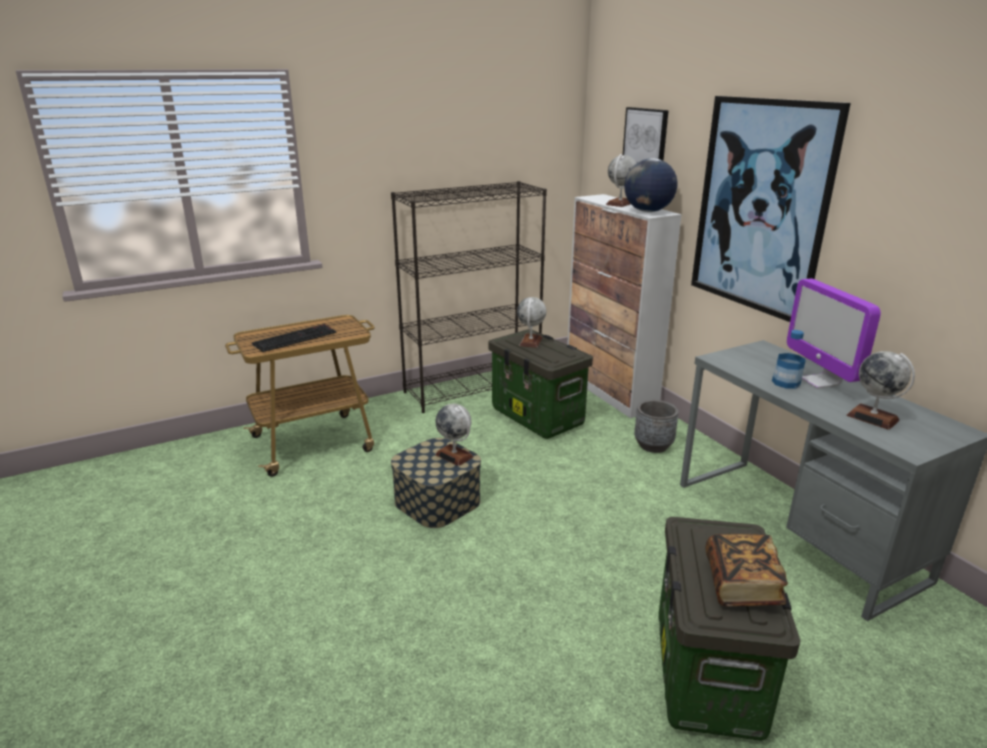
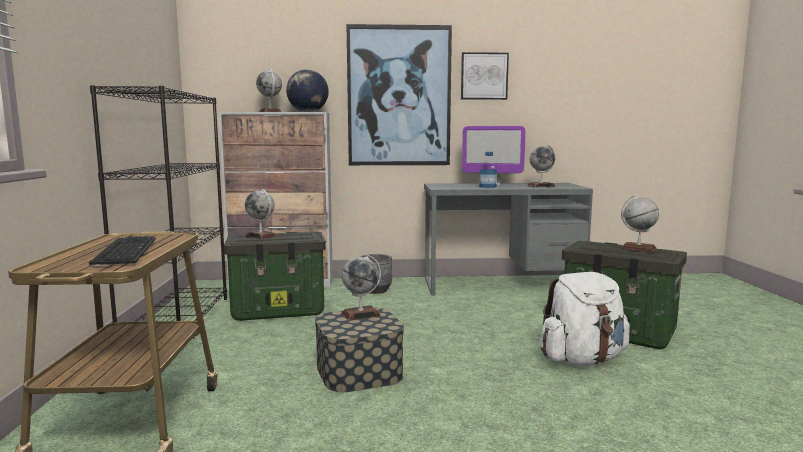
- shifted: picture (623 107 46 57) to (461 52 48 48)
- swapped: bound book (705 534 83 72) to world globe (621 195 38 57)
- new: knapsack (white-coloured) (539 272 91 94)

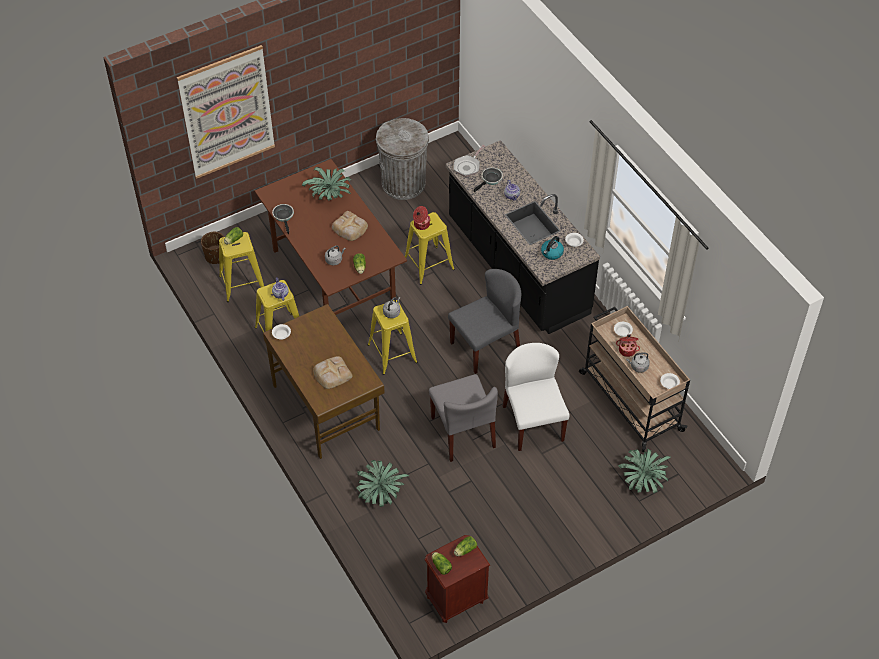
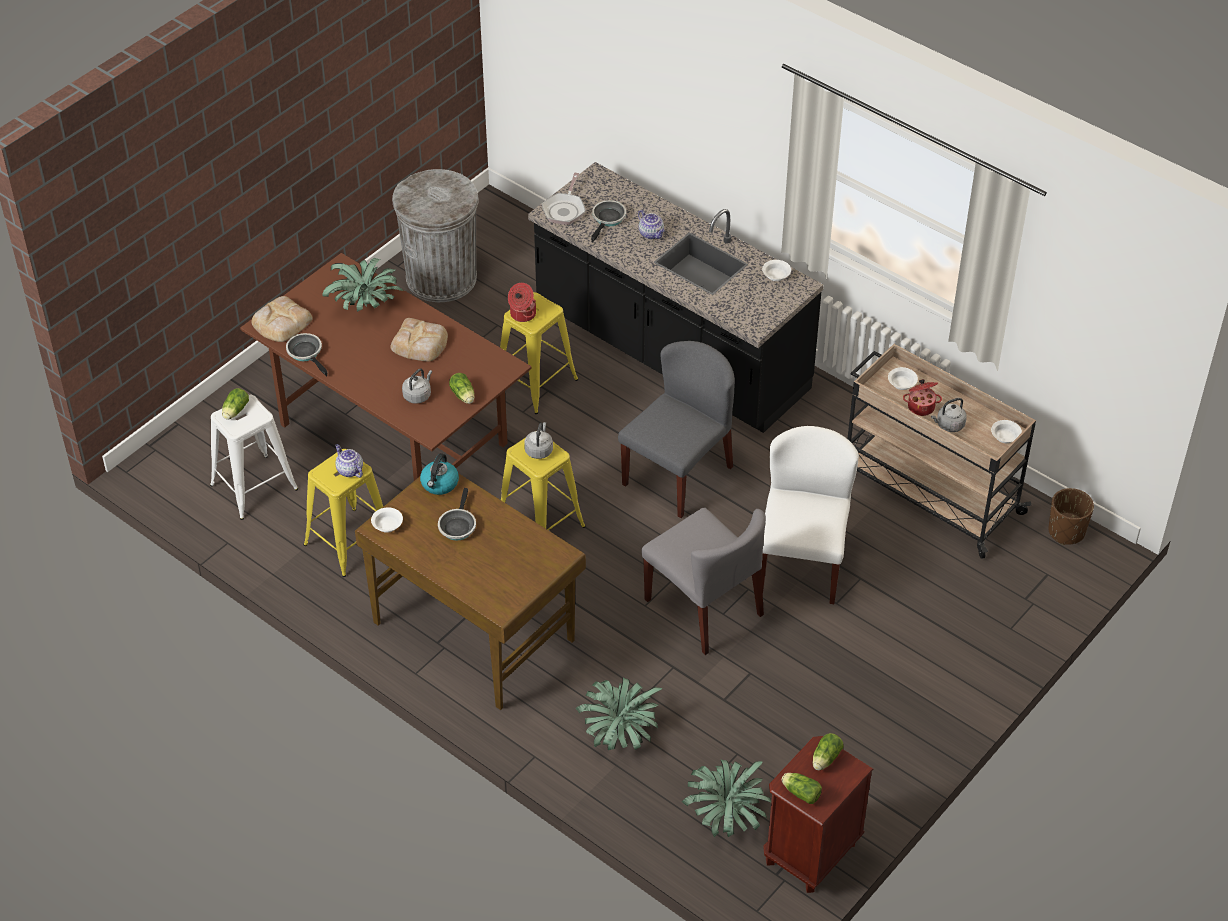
- gone: picture (177 45 98 134)
- shifted: flower pot (brownish) (201 232 23 32) to (1048 488 46 57)
- repainted: stool (yellow) (219 232 45 70) to stool (white-coloured) (210 395 88 125)
- shifted: water kettle (541 236 23 24) to (420 453 39 42)
- rotated: upright chair (white-coloured) (503 343 67 108) = (761 426 98 178) 45 degrees clockwise
- shifted: baked bread (313 356 40 33) to (252 296 61 46)
- shifted: houseplant (618 449 53 44) to (682 759 89 78)
- new: pan (438 488 38 53)

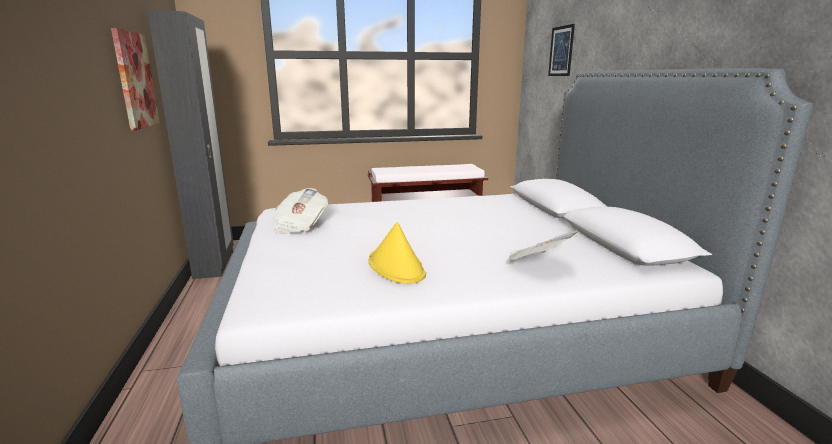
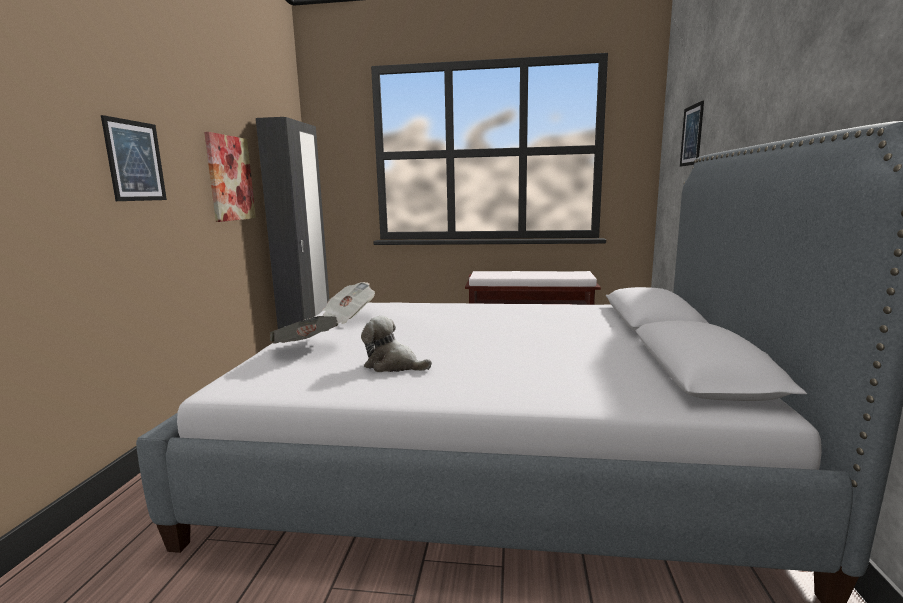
- swapped: hat (yellow) (368 222 58 62) to cuddly toy (361 316 71 56)
- shifted: daily paper (506 230 73 32) to (270 316 68 27)
- new: picture (101 115 66 86)

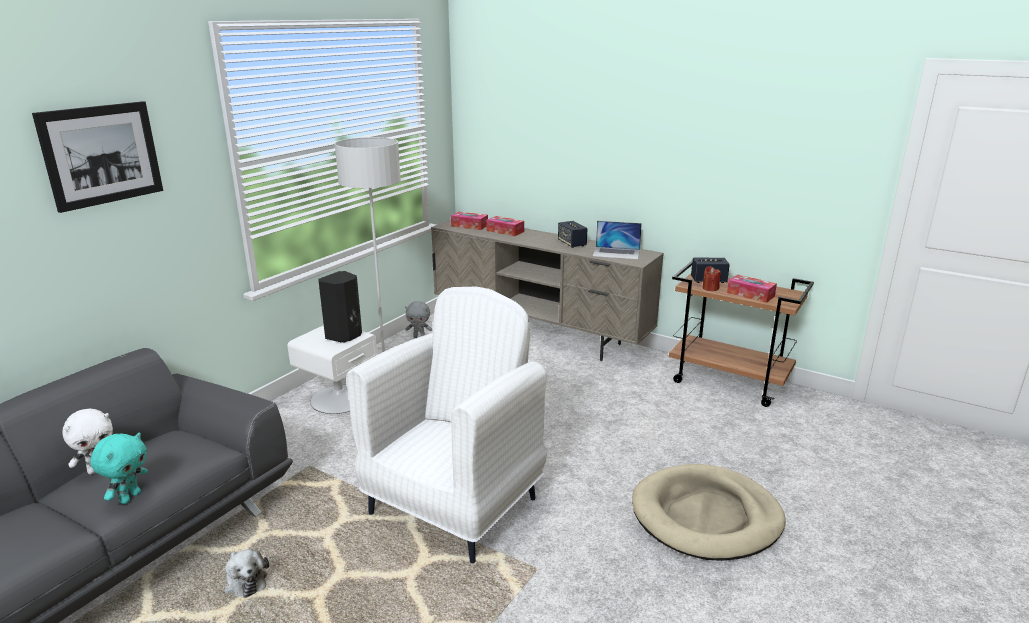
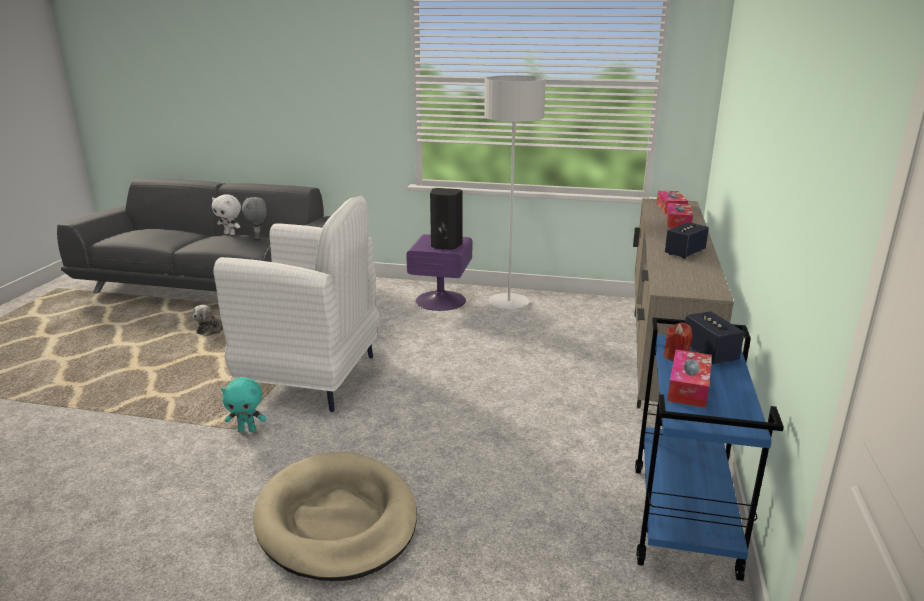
- gone: picture (32 101 131 112)
- gone: notebook computer (593 221 49 39)
- repainted: cart (brownish) (669 261 145 146) to cart (blue) (635 317 149 264)
- shifted: cuddly toy (grey) (405 301 27 37) to (242 197 25 42)
- repainted: night table (white-coloured) (288 325 90 89) to night table (purple-coloured) (406 234 66 77)
- shifted: cuddly toy (blue-green) (90 432 58 72) to (221 377 45 56)

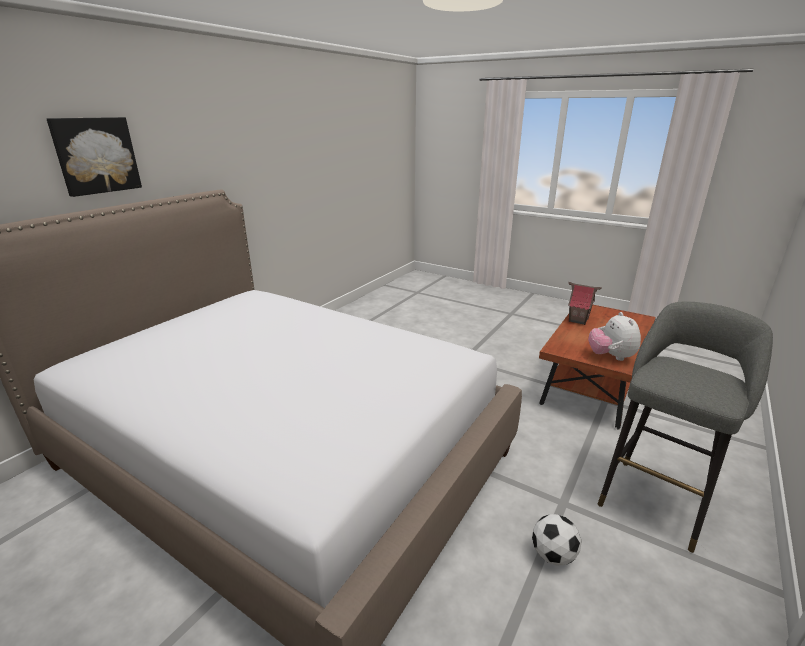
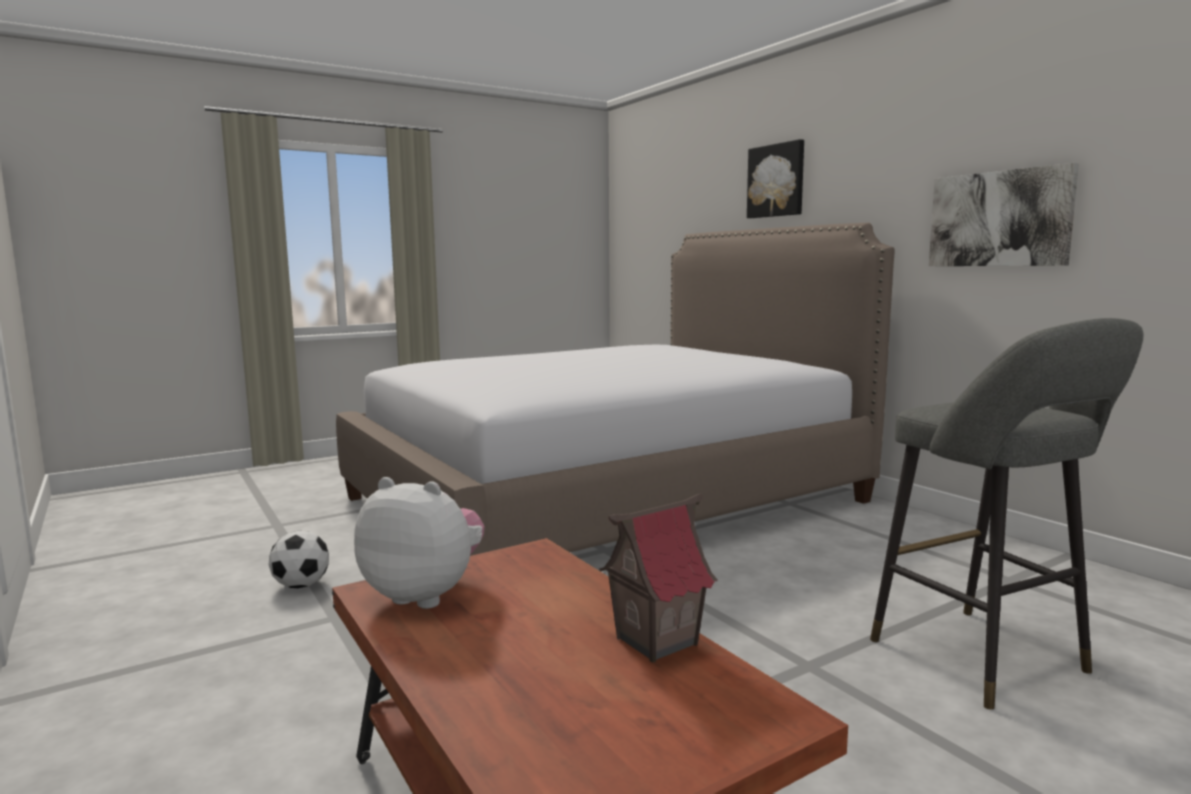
- shifted: stool (grey) (598 301 175 252) to (870 318 274 392)
- new: picture (929 163 150 103)

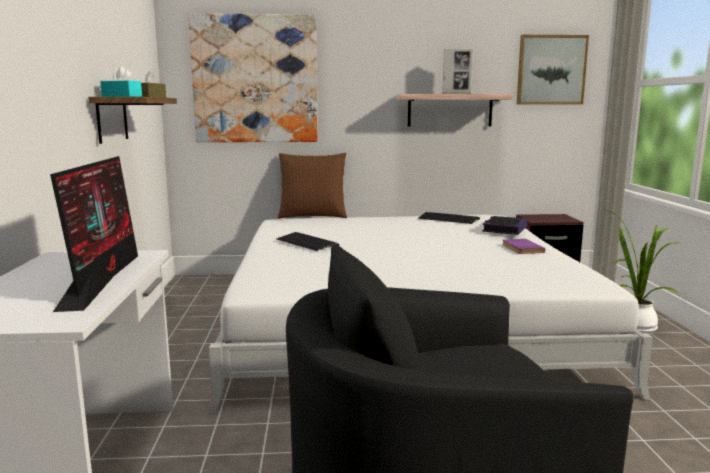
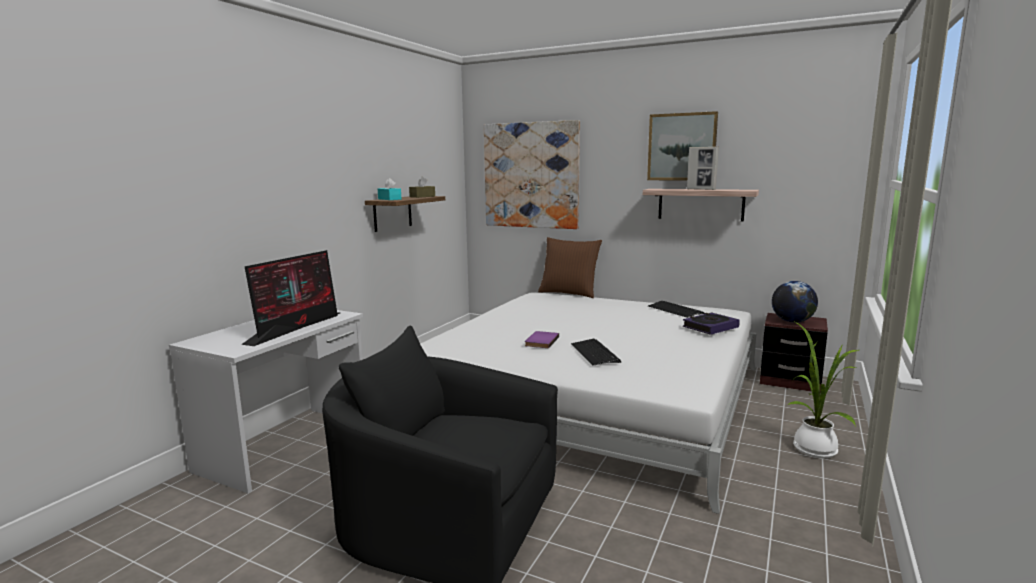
- shifted: picture (517 35 72 70) to (647 111 71 69)
- shifted: PC keyboard (276 232 63 19) to (571 339 50 27)
- shifted: bound book (purple-coloured) (502 239 43 15) to (525 331 34 17)
- new: world globe (772 281 46 42)

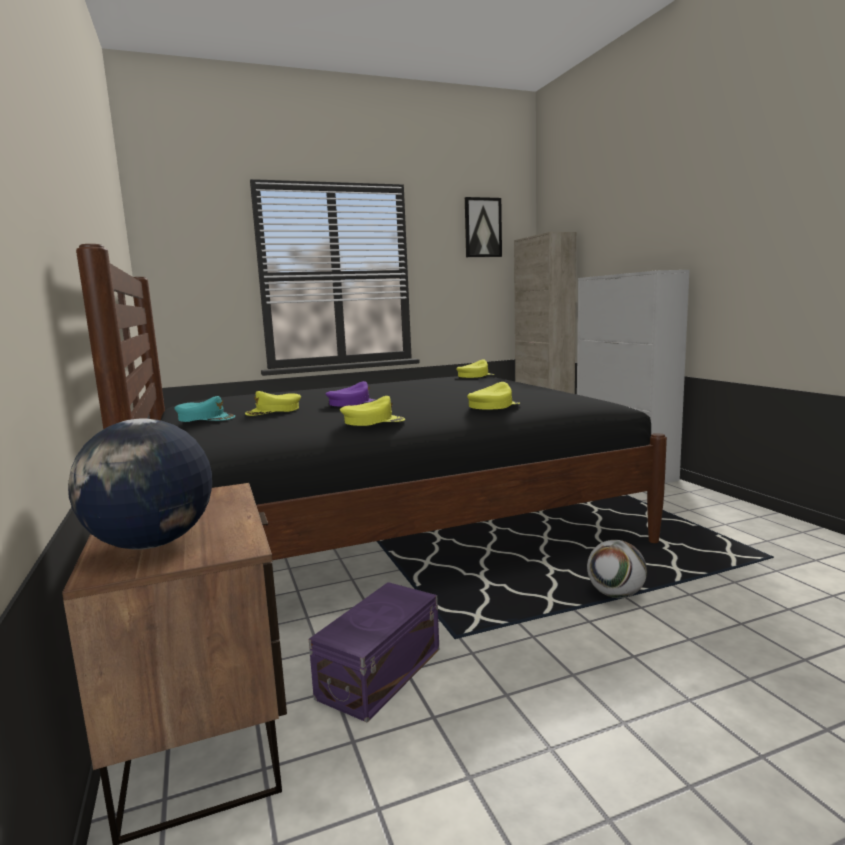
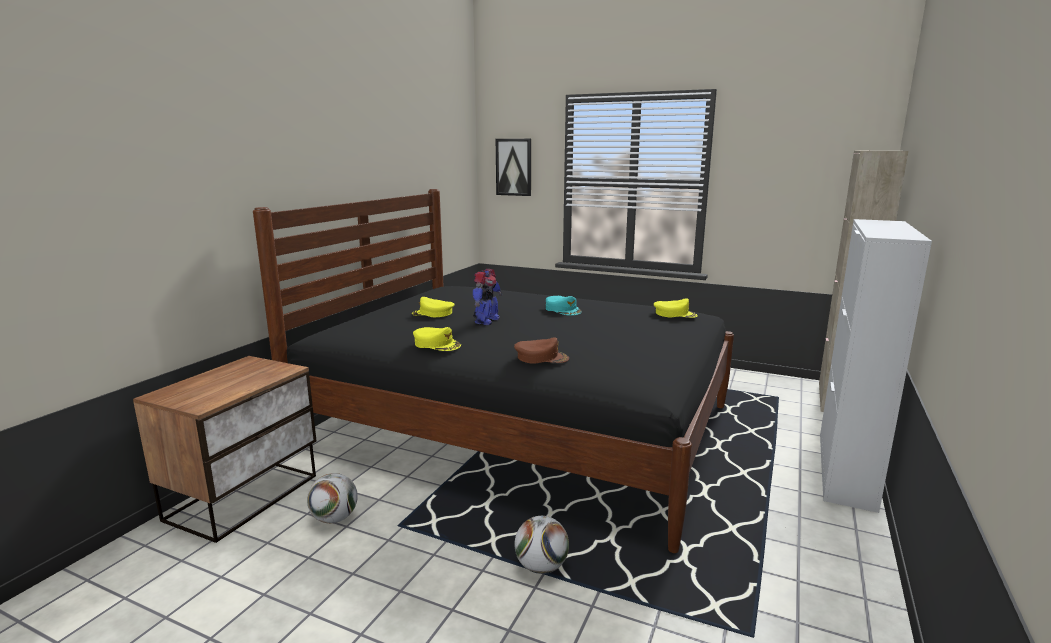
- shifted: picture (465 197 37 60) to (496 139 35 57)
- swapped: baseball cap (purple-coloured) (326 381 50 26) to model robot (473 269 29 56)
- repainted: baseball cap (yellow) (467 382 53 28) to baseball cap (brownish) (514 337 55 27)
- shifted: baseball cap (blue-green) (174 396 61 26) to (546 296 36 20)
- gone: world globe (68 418 144 132)
- swapped: storage container (purple-coloured) (309 582 130 140) to football ball (307 473 51 50)

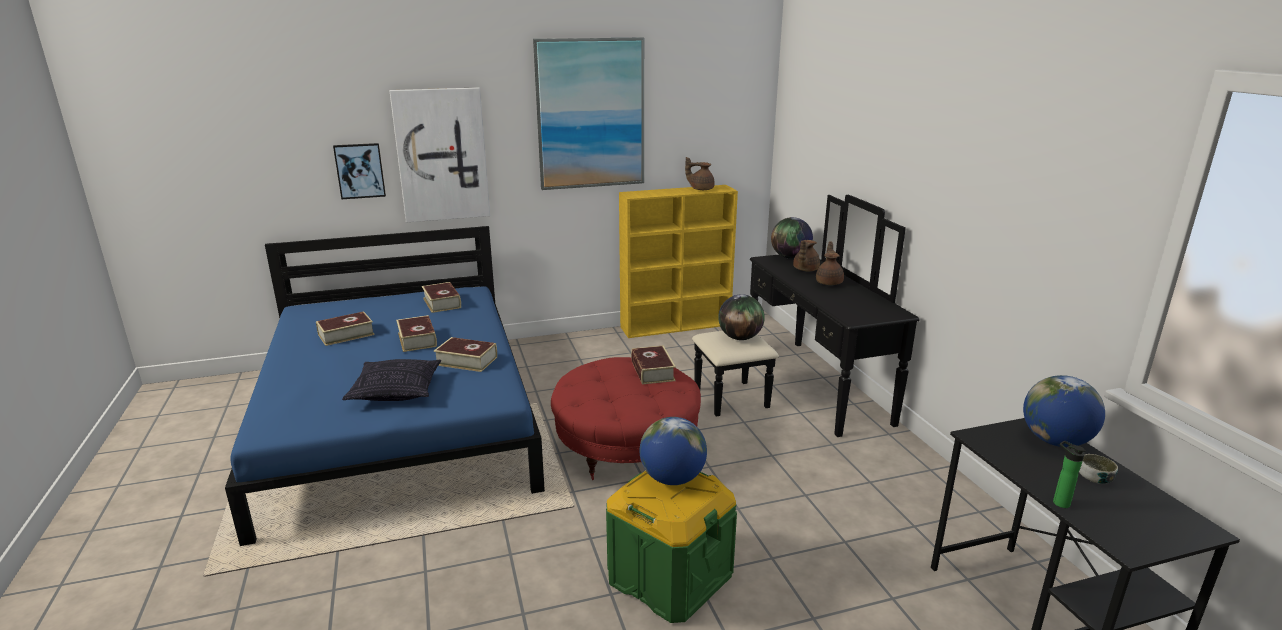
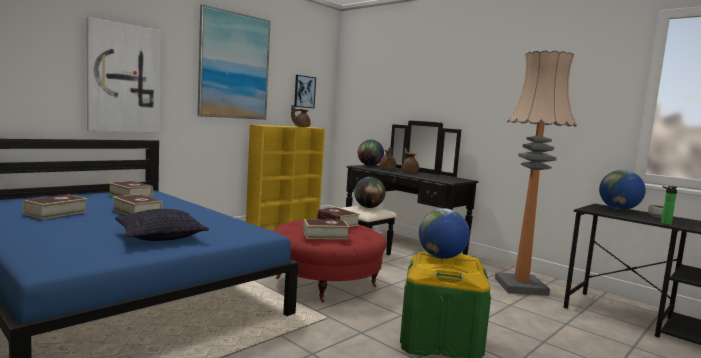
- shifted: picture (333 143 53 56) to (294 75 22 33)
- shifted: bound book (434 337 63 35) to (303 219 46 20)
- new: standing lamp (495 51 82 245)

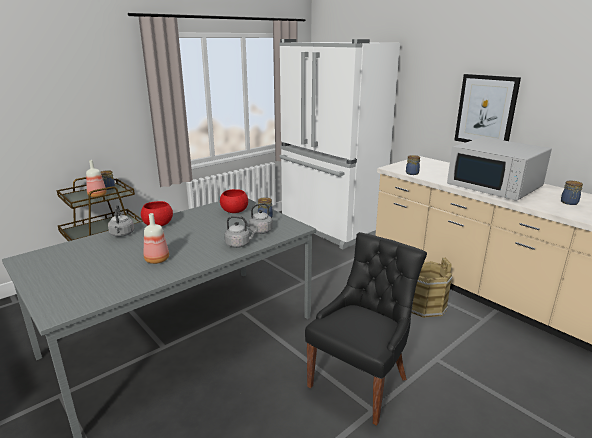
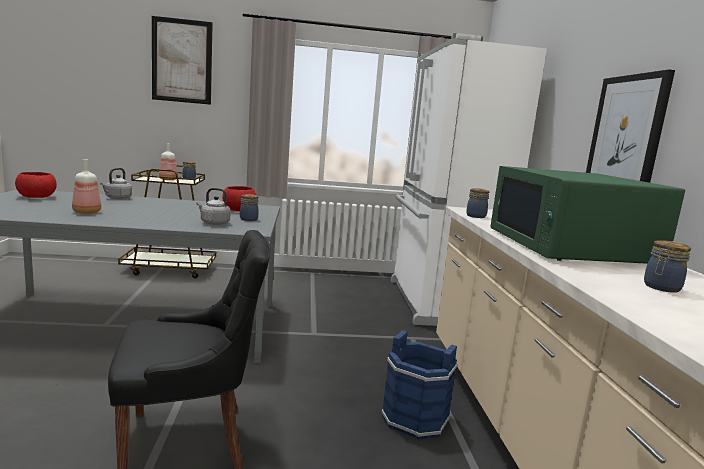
- repainted: kitchen microwave (white-coloured) (447 137 105 64) to kitchen microwave (greenish) (490 166 195 98)
- shifted: deep dish (reddish) (141 201 32 25) to (15 172 42 26)
- gone: water kettle (grey) (225 216 32 32)
- repainted: bucket (brownish) (412 258 41 60) to bucket (blue) (381 330 77 110)
- new: picture (152 16 61 89)

